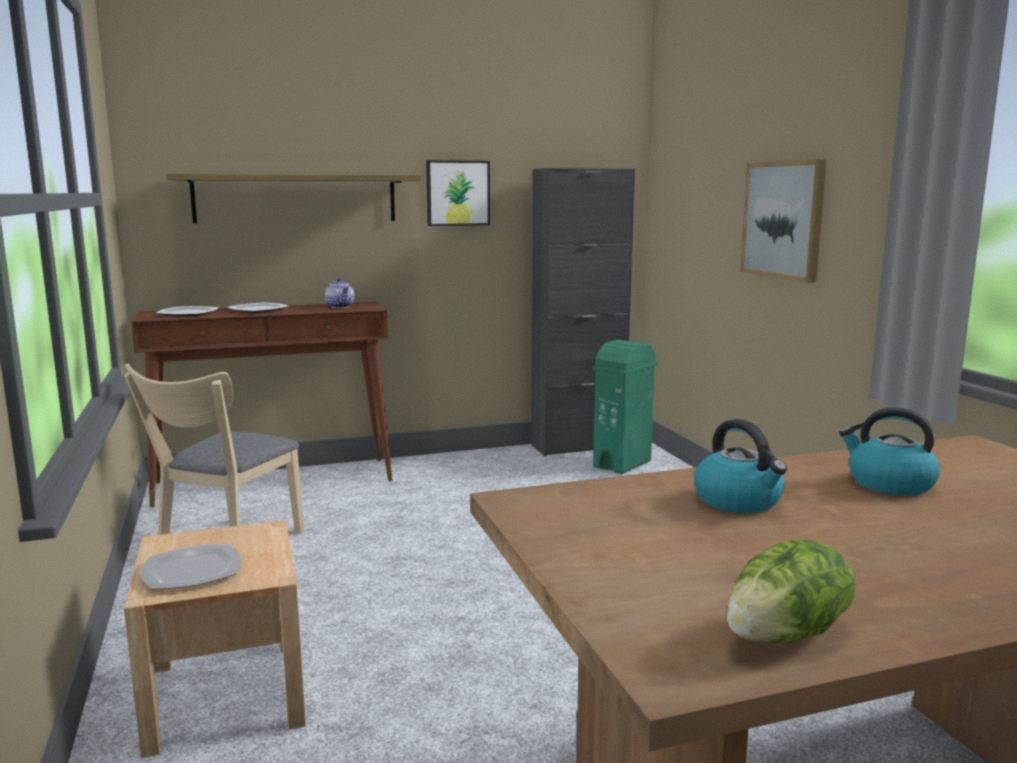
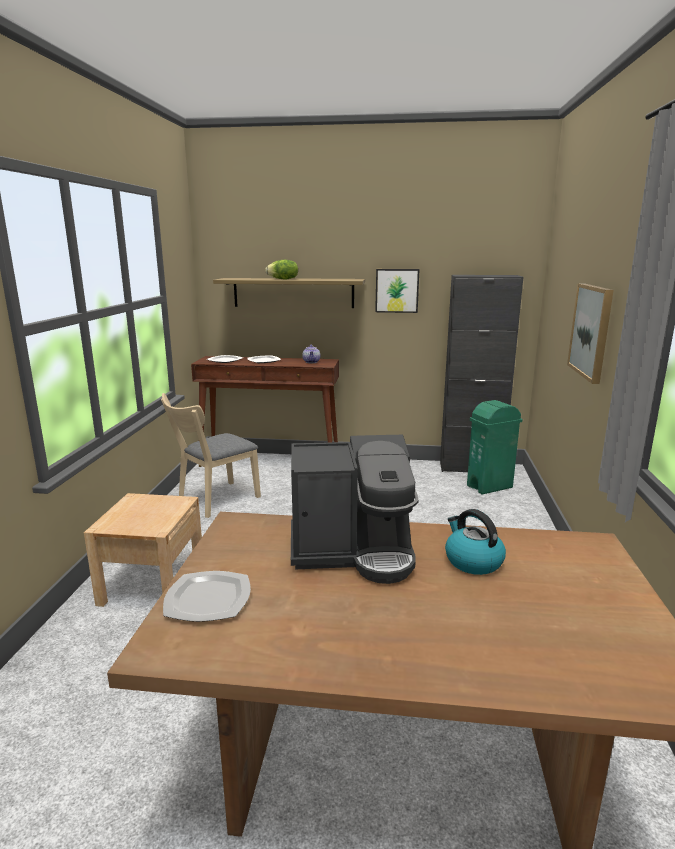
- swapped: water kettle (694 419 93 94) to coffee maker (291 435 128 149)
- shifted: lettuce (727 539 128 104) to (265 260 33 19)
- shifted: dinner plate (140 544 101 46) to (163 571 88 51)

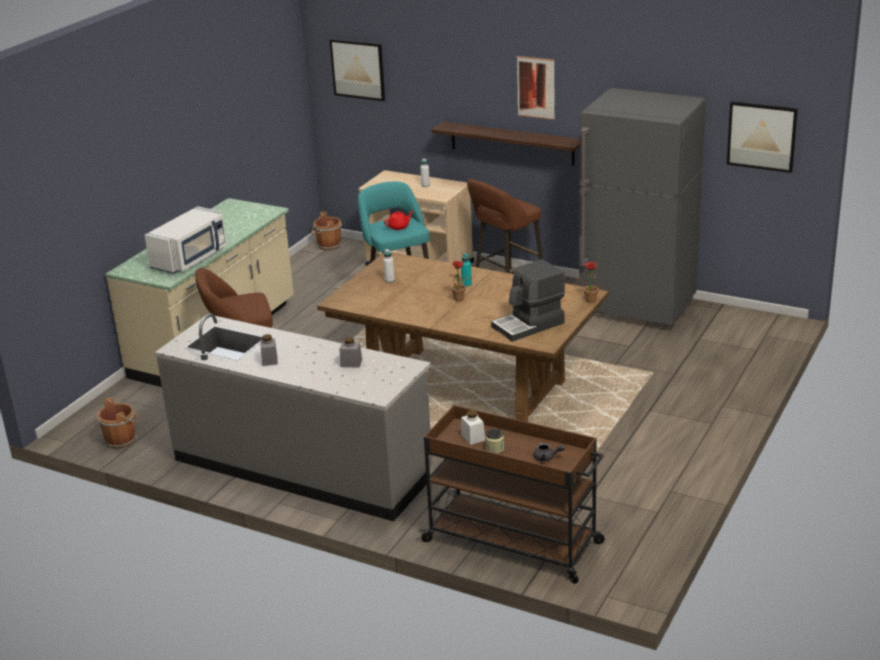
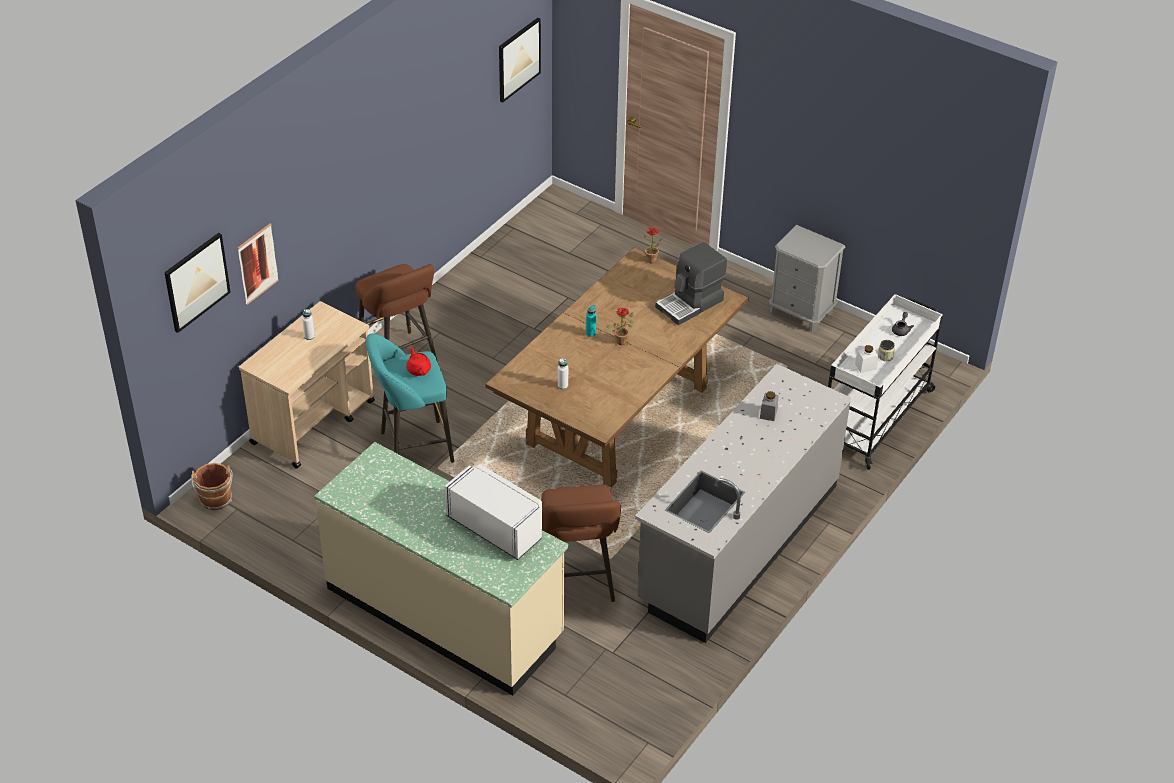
- shifted: picture (517 56 38 64) to (237 223 42 82)
- gone: fridge (grey) (579 88 127 238)
- gone: shelf (431 122 149 44)
- rotated: coffee maker (491 259 74 83) = (655 242 72 83) 75 degrees clockwise
- gone: jar (grey) (260 334 18 32)
- gone: bucket (brownish) (97 398 42 51)
- repainted: cart (brownish) (419 405 186 179) to cart (white-coloured) (828 294 115 176)
- new: night table (grey) (769 225 76 107)

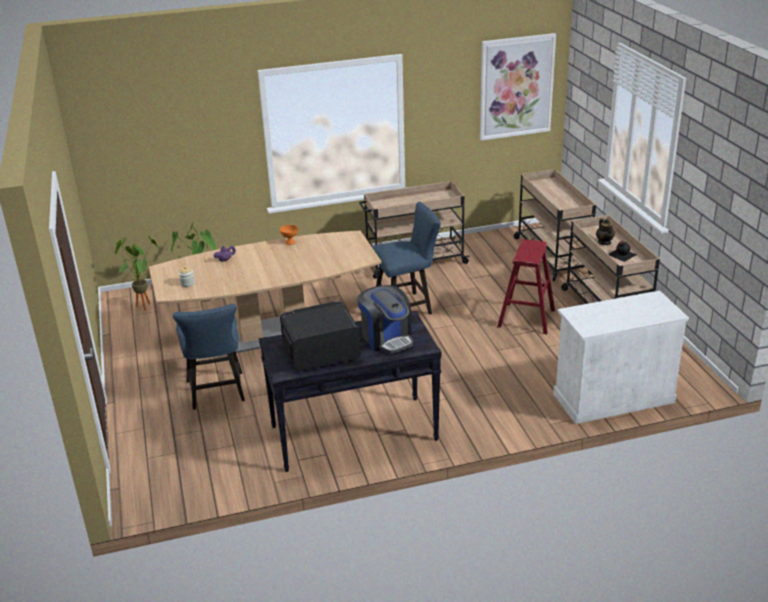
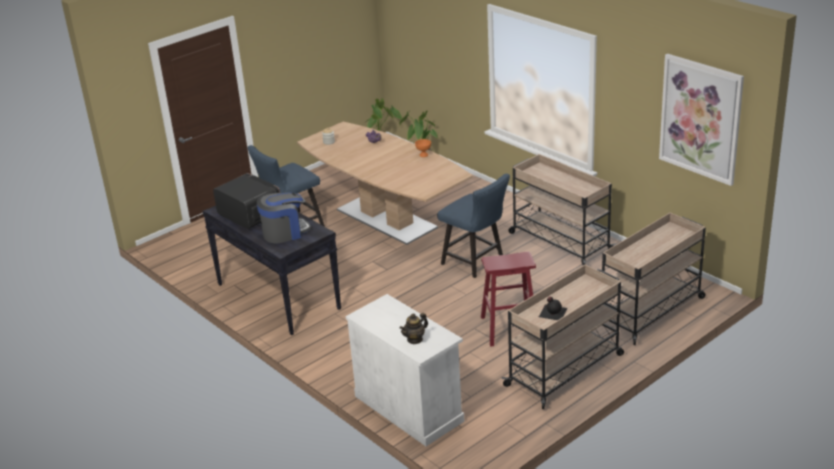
- shifted: pot for tea (596 218 19 27) to (399 313 29 31)
- rotated: coffee maker (357 285 56 69) = (257 192 54 52) 150 degrees counterclockwise

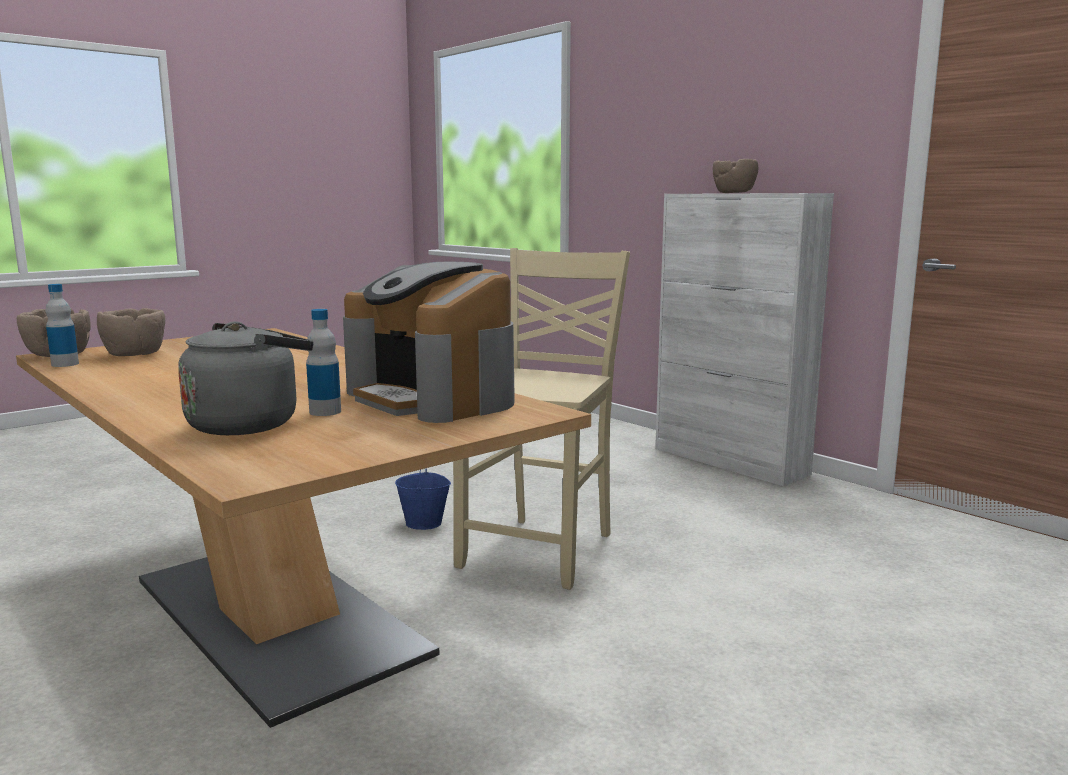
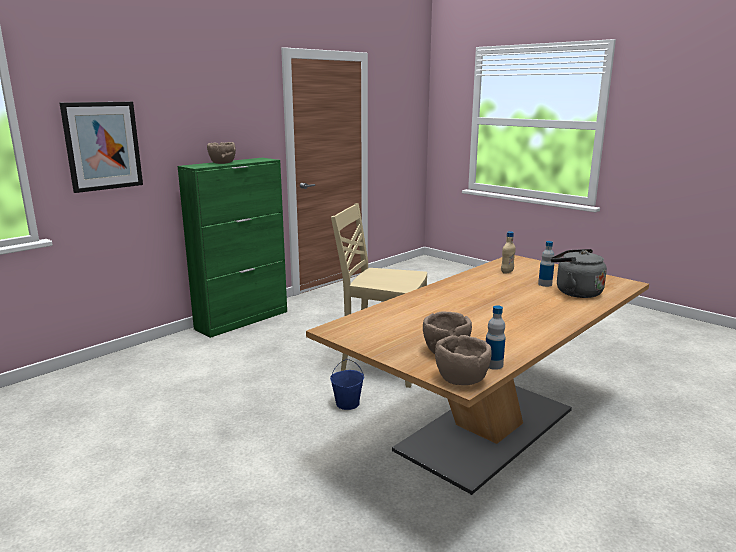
- repainted: cabinet (white-coloured) (655 193 179 293) to cabinet (greenish) (177 158 110 180)
- swapped: coffee maker (343 262 172 161) to bottle (sand-coloured) (501 231 15 43)
- new: picture (60 102 83 91)

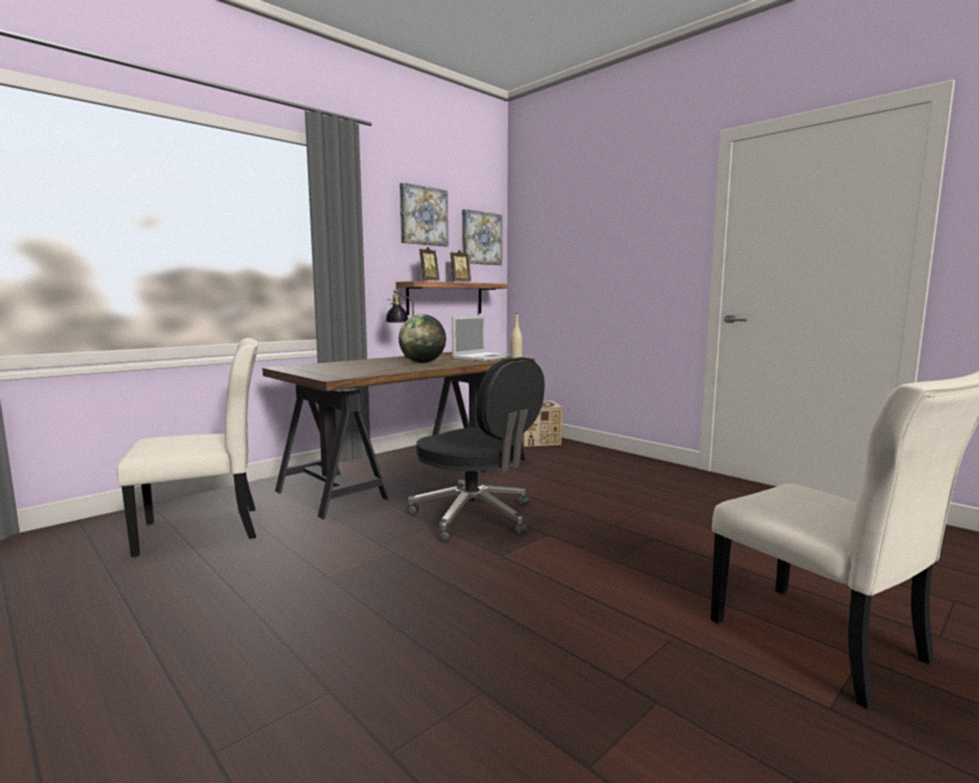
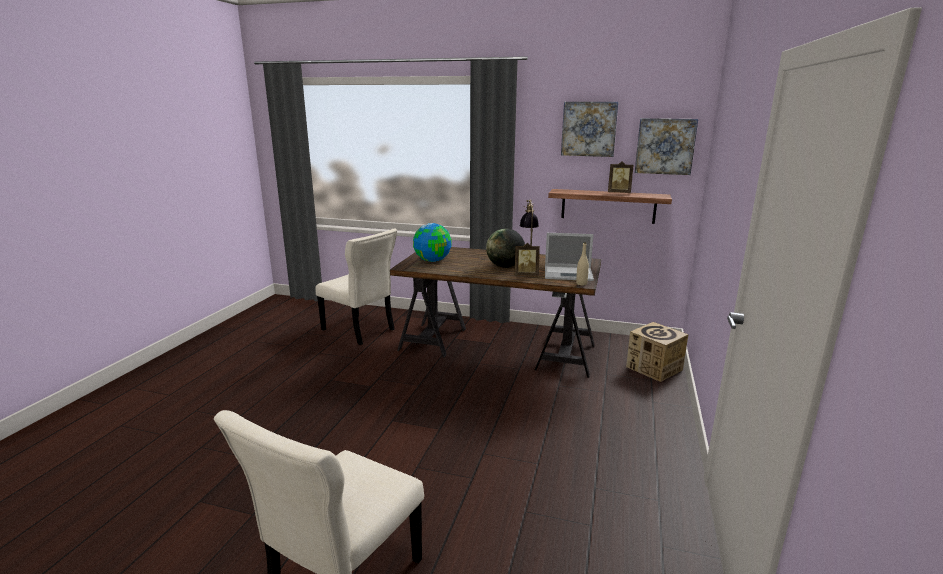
- shifted: photo frame (417 246 23 36) to (515 243 25 33)
- gone: desk chair (black) (407 357 138 185)
- new: world globe (413 223 38 39)

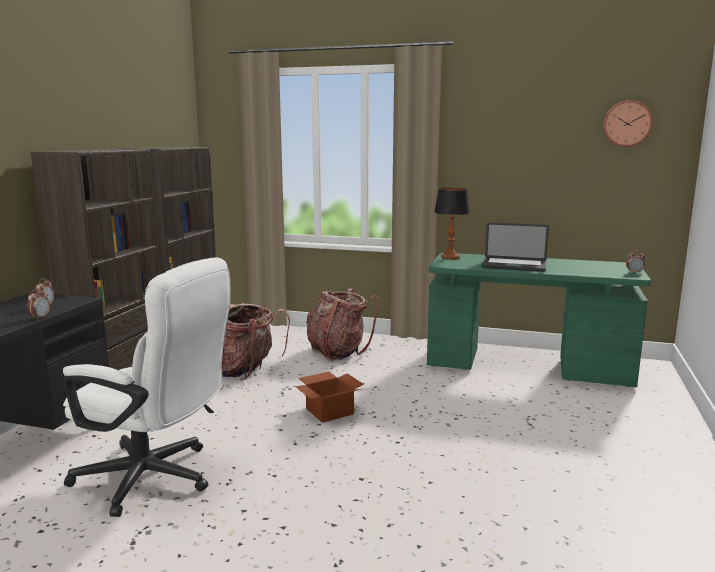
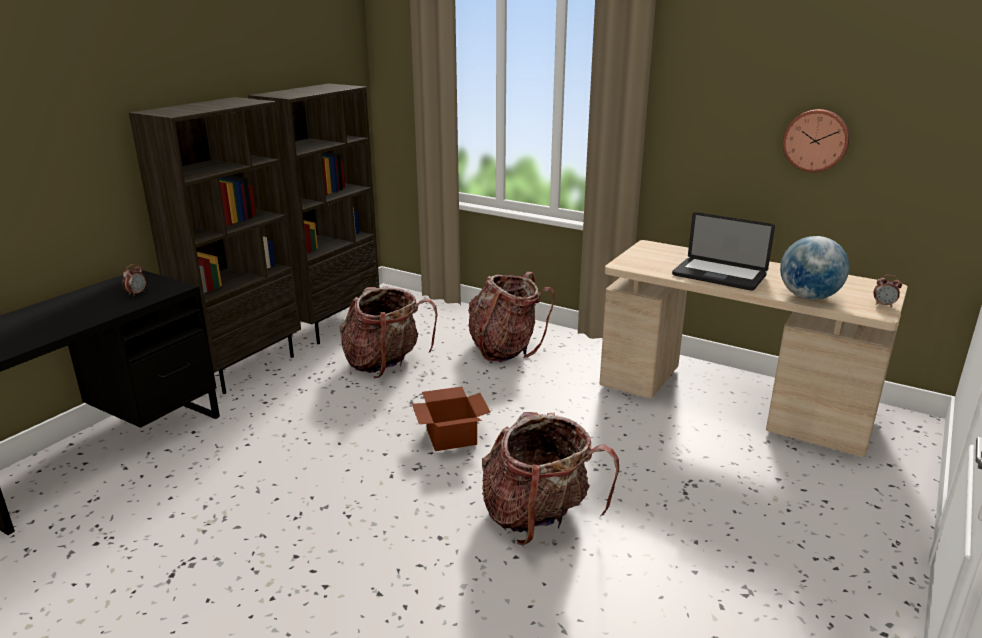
- shifted: clock on the wall (603 100 50 47) to (783 109 66 63)
- gone: table lamp (434 188 36 71)
- repainted: desk table (greenish) (427 253 224 134) to desk table (sand-coloured) (600 240 308 217)
- gone: desk chair (white-coloured) (63 257 168 260)
- gone: bedside clock (27 288 23 32)
- new: world globe (780 236 69 64)
- new: knapsack (482 412 137 134)

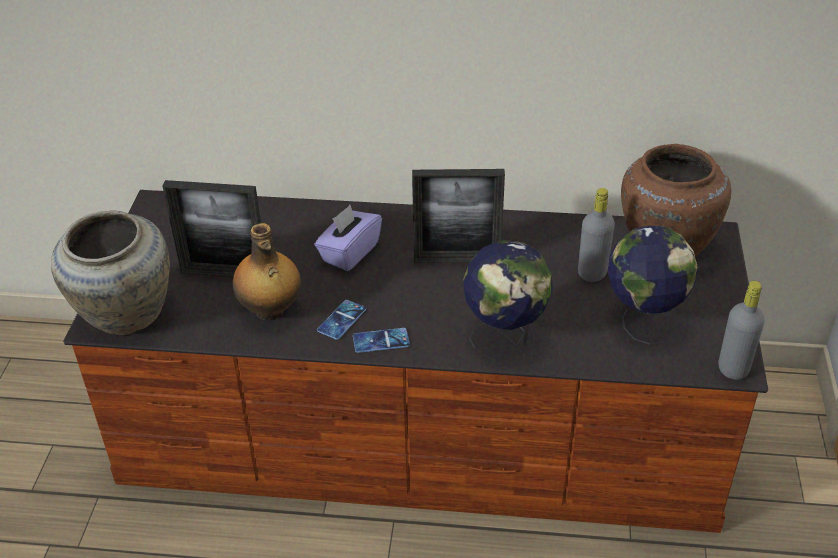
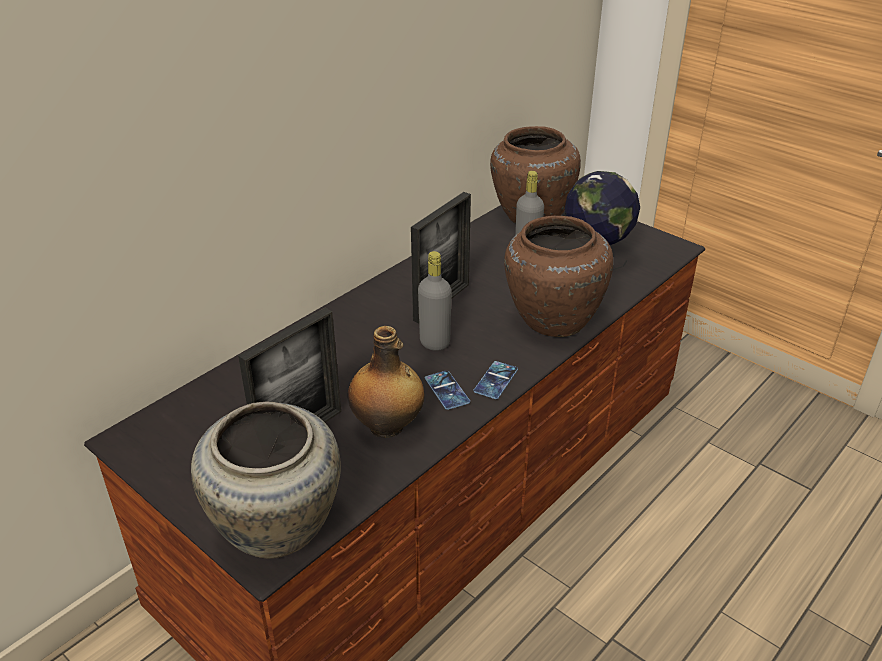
- gone: tissue holder (purple-coloured) (315 204 67 67)
- swapped: world globe (463 240 90 109) to decorative vase (brownish) (504 216 109 121)
- shifted: bottle (grey) (719 281 45 99) to (418 251 34 100)

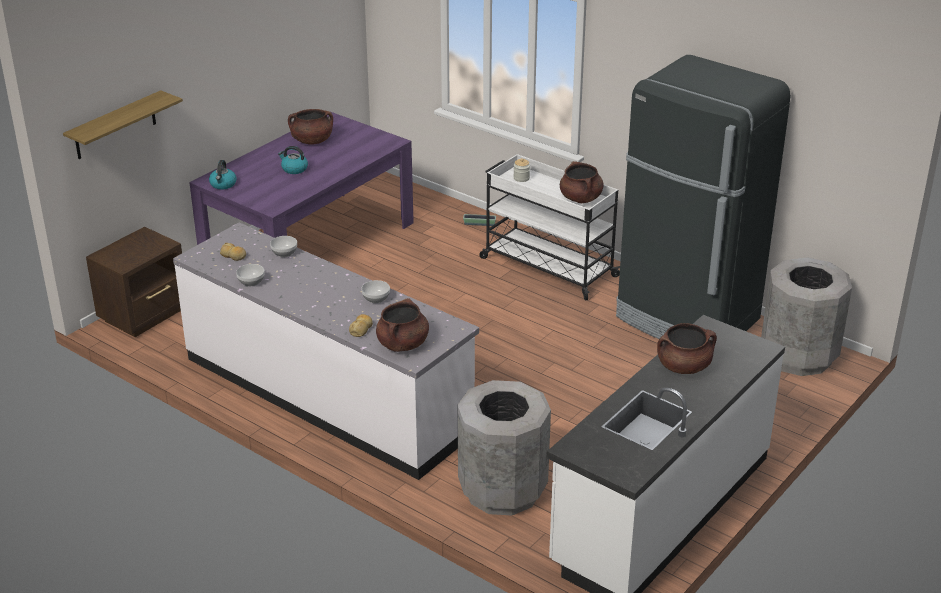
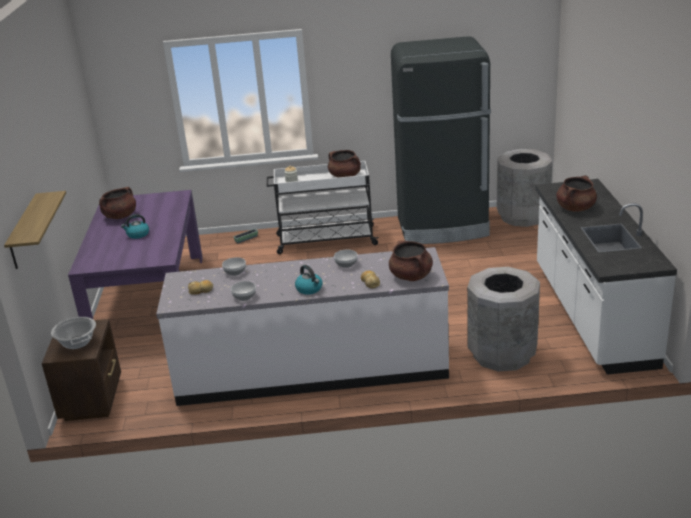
- shifted: water kettle (209 160 28 29) to (295 265 27 30)
- new: stockpot (51 317 45 32)

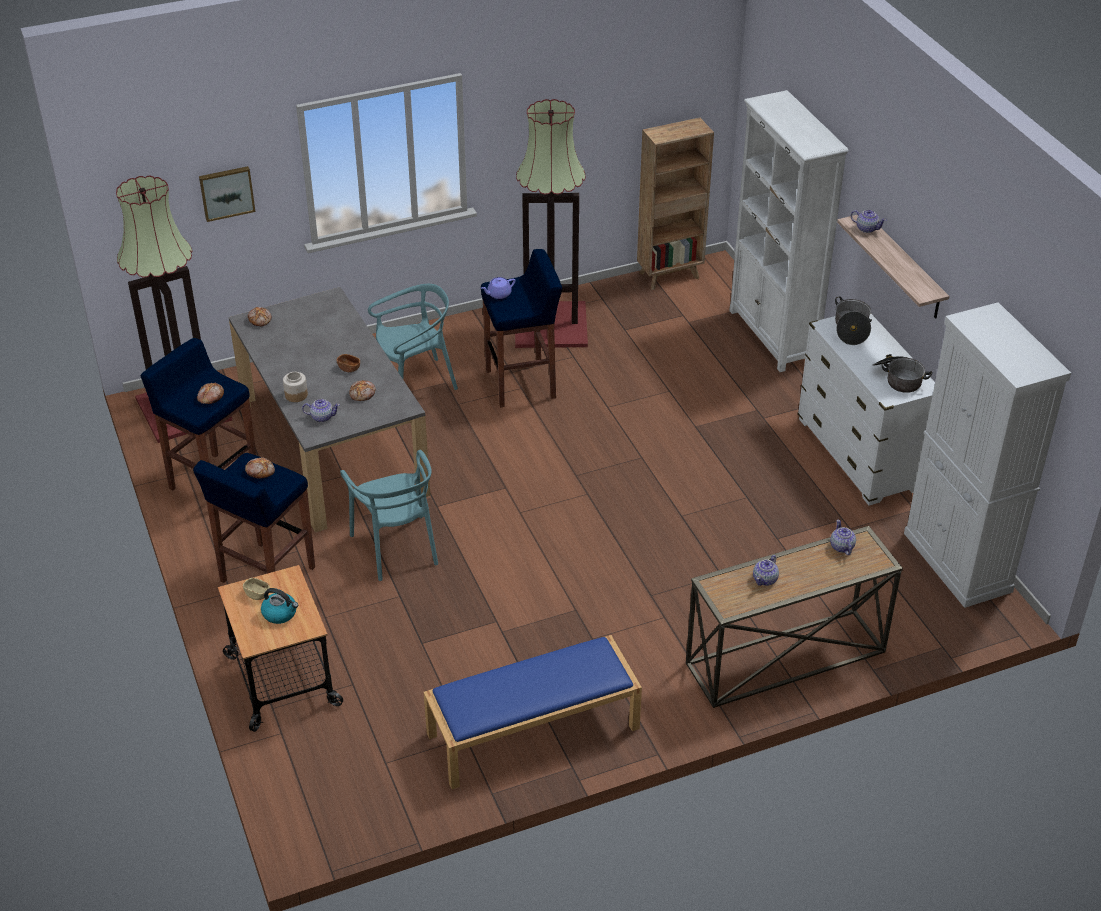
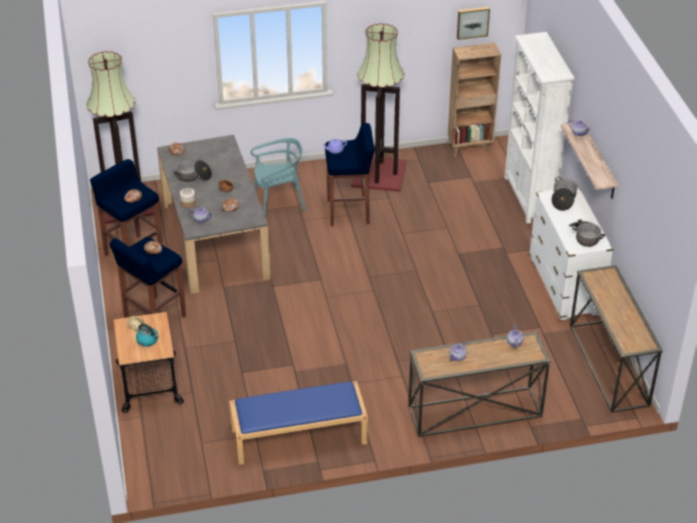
- shifted: picture (199 166 56 56) to (457 7 33 33)
- swapped: cabinet (white-coloured) (904 302 167 306) to narrow table (570 265 93 148)
- gone: upright chair (blue-green) (340 450 98 131)
- new: stockpot (173 160 39 22)

